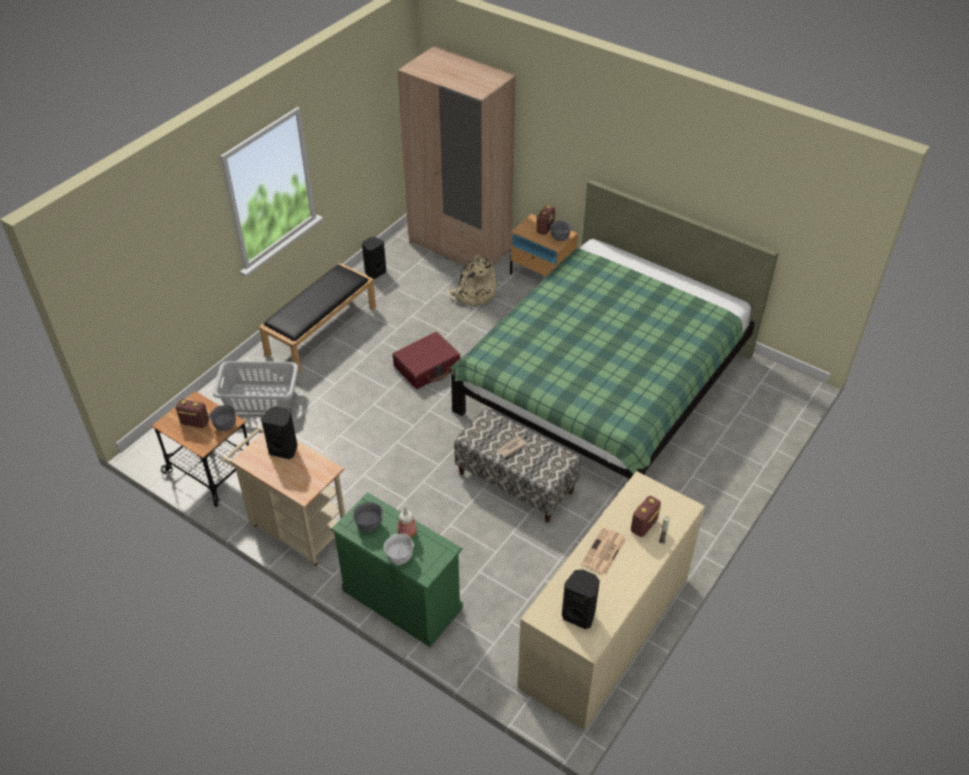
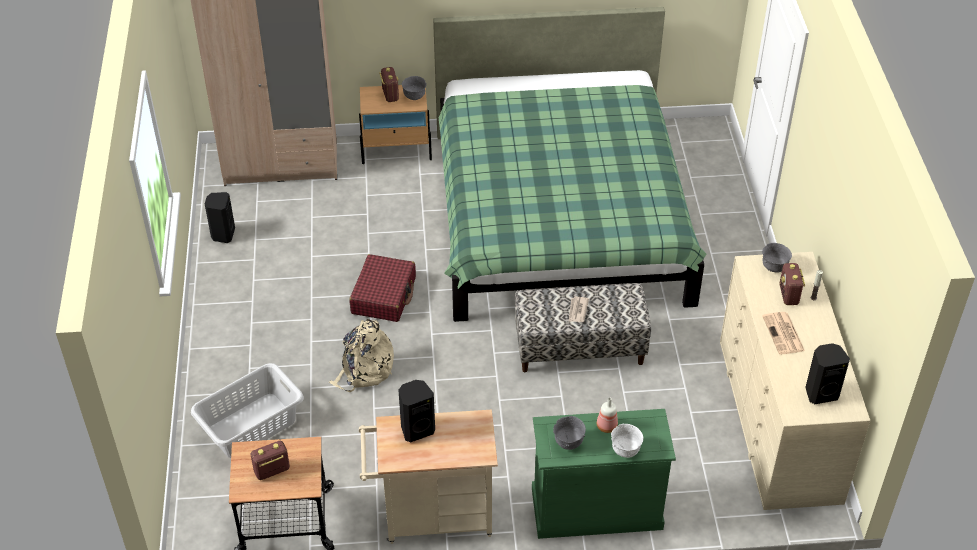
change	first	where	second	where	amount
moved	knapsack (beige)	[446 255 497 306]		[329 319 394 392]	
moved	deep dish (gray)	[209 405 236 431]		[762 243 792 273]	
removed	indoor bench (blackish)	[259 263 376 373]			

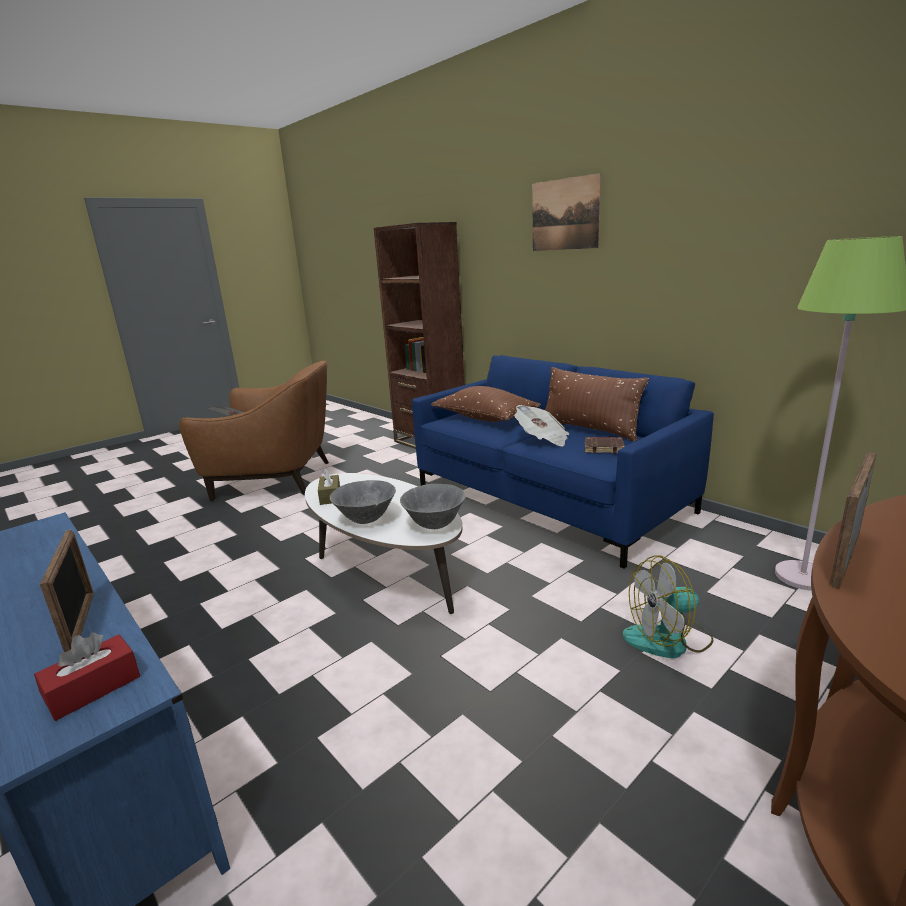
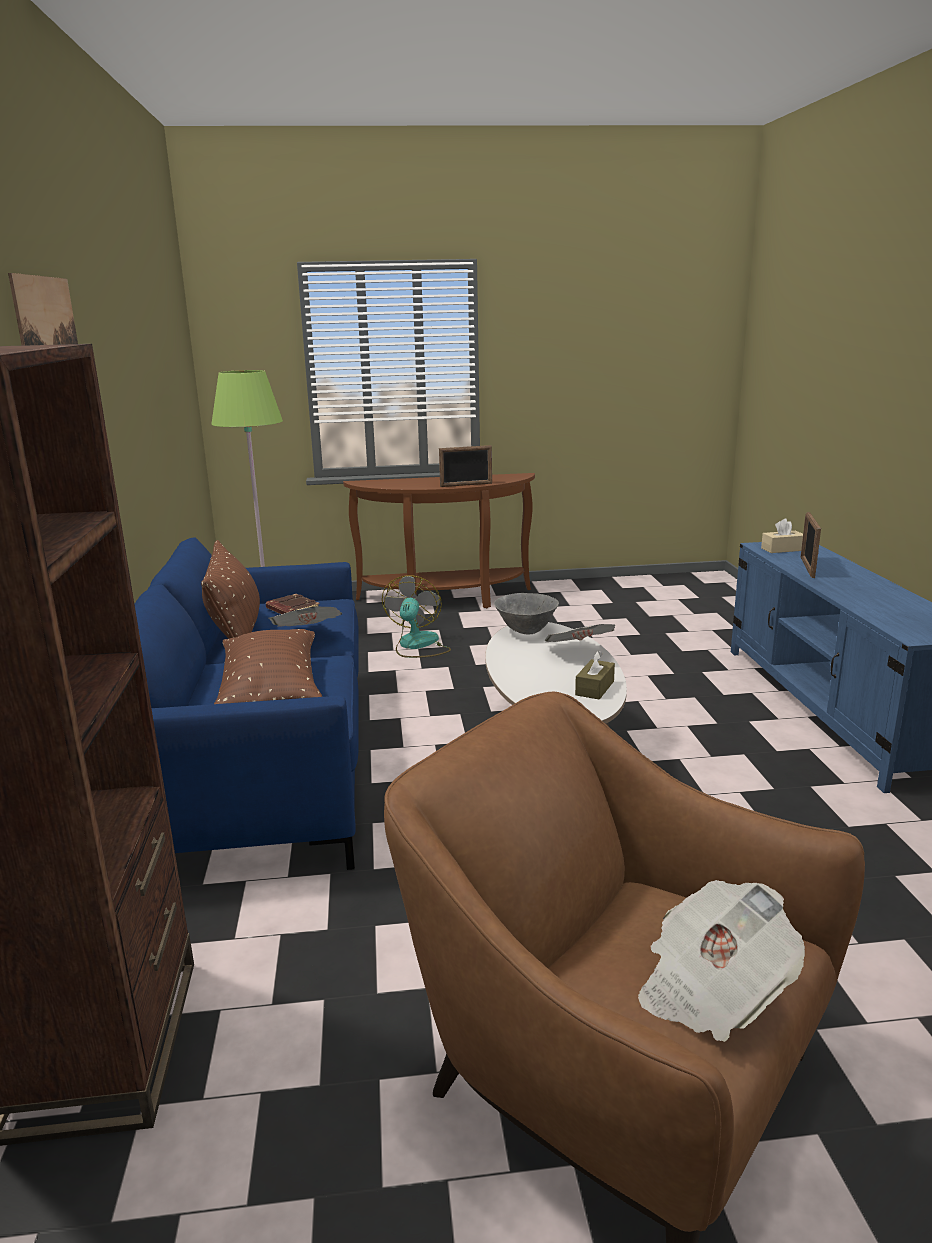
change	first	where	second	where	amount
turned	cooling fan	[623 555 713 658]		[382 575 451 658]	105 degrees counterclockwise
replaced	deep dish (gray)	[330 480 396 524]	daily paper	[545 624 615 642]	
recoloured	box of tissues (red)	[34 632 140 721]	box of tissues (beige)	[761 518 803 553]	

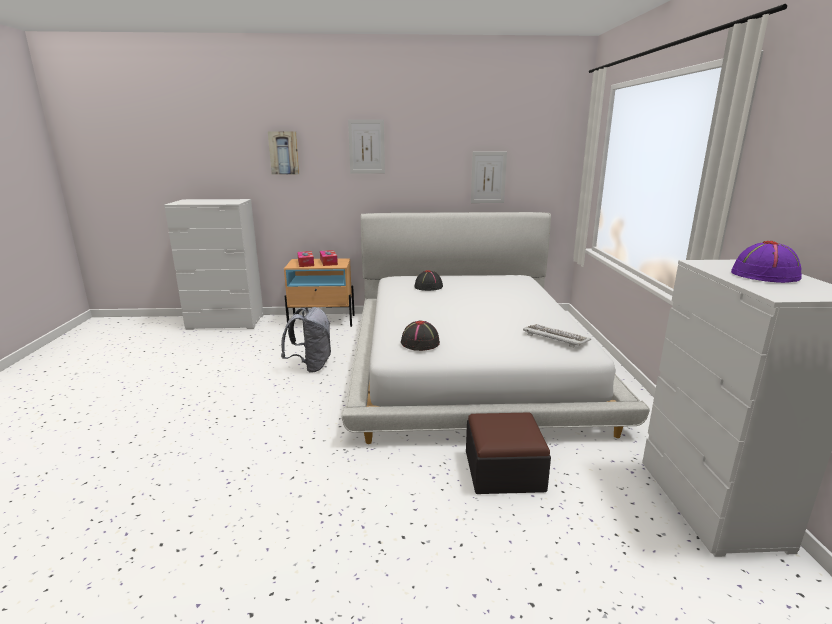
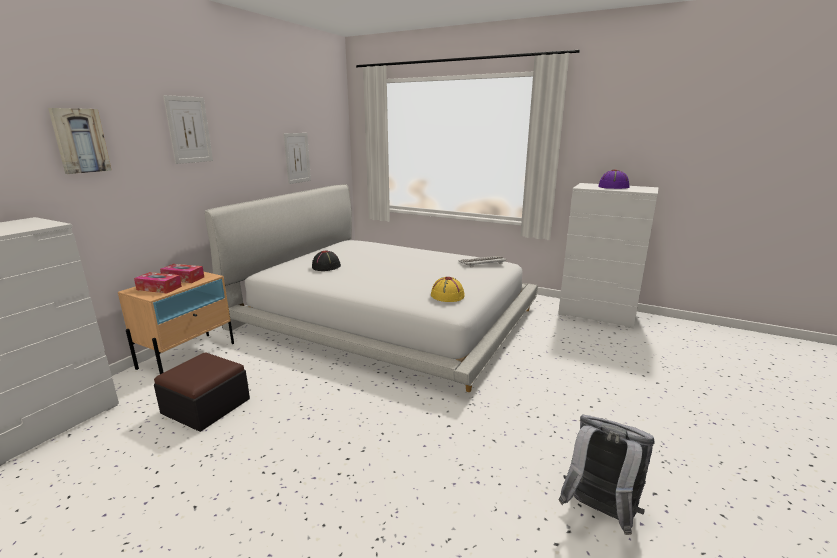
change	first	where	second	where	amount
moved	pouffe	[466 413 551 494]		[154 352 250 432]	
recoloured	hat (blackish)	[401 320 440 351]	hat (yellow)	[431 277 465 302]	
moved	knapsack (gray)	[281 307 331 373]		[559 415 655 535]	

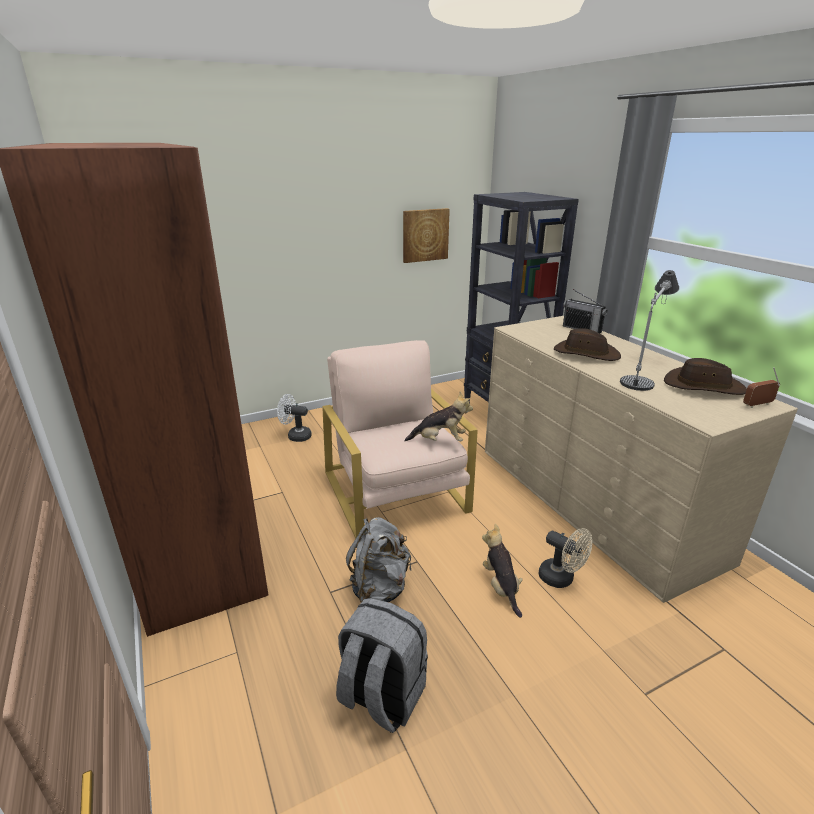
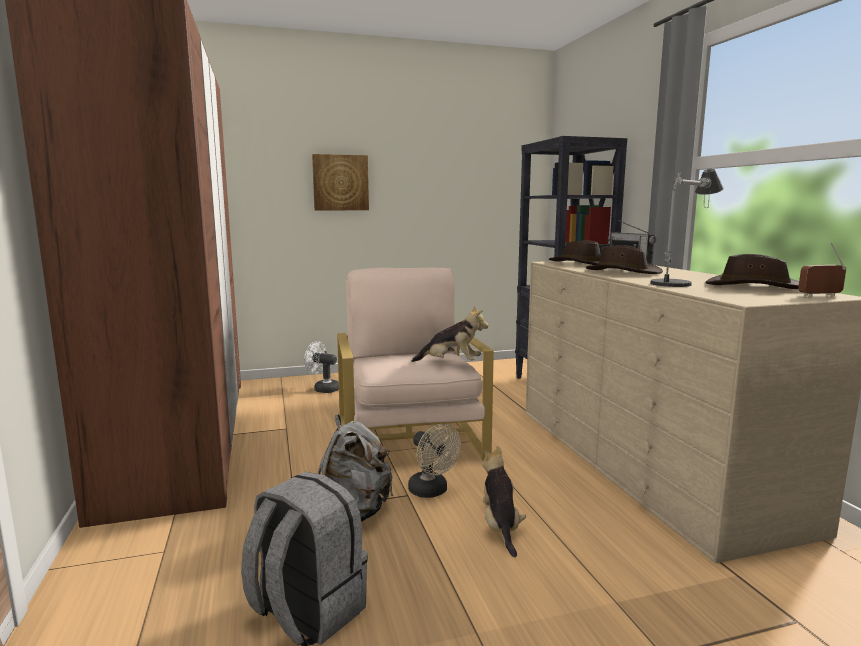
change	first	where	second	where	amount
moved	wall art	[403 208 450 263]		[312 154 369 210]	
moved	cooling fan (beige)	[539 528 592 588]		[408 424 461 498]	
added			hat (brown-coloured)	[549 241 601 265]	

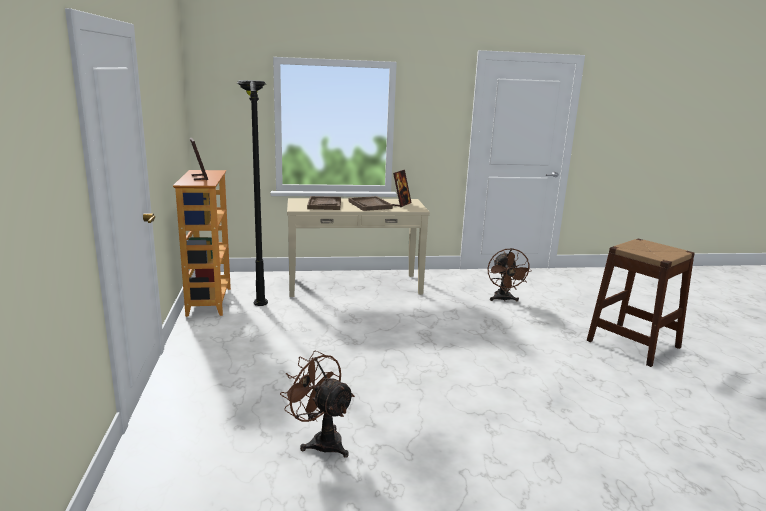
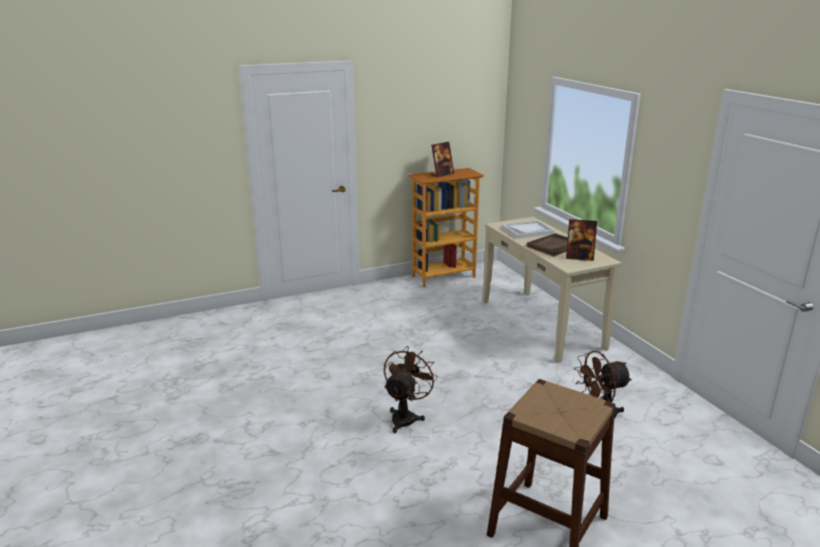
change	first	where	second	where	amount
moved	cooling fan (brown-coloured)	[280 350 355 458]		[384 346 438 433]	
recoloured	tray (brown-coloured)	[307 196 341 210]	tray (white)	[502 220 554 239]	
removed	standard lamp (blackish)	[237 80 268 306]			

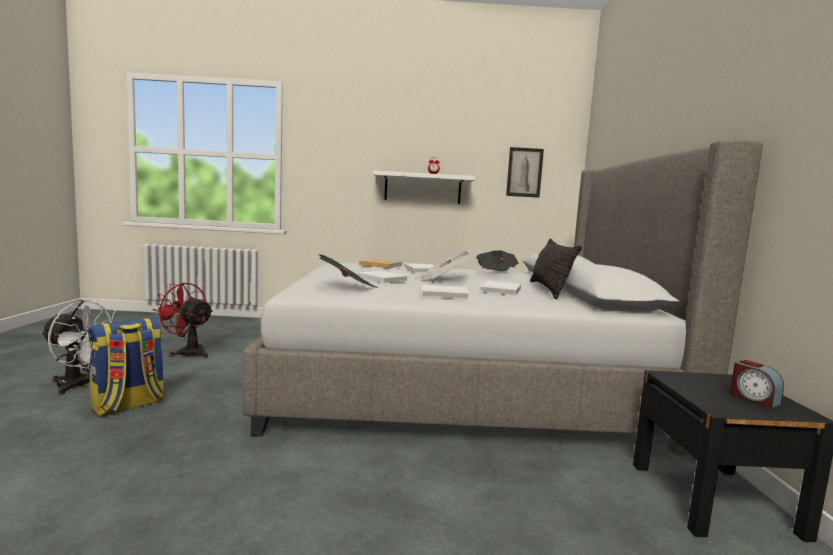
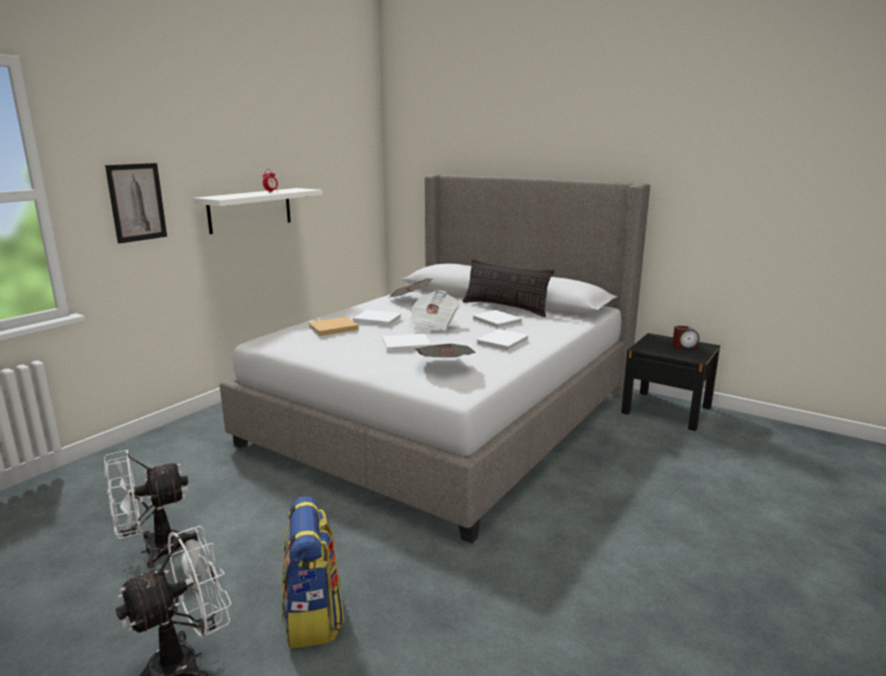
change	first	where	second	where	amount
recoloured	cooling fan (red)	[152 283 213 358]	cooling fan (white)	[104 450 200 568]	
moved	wall art	[506 147 544 198]		[105 163 167 243]	

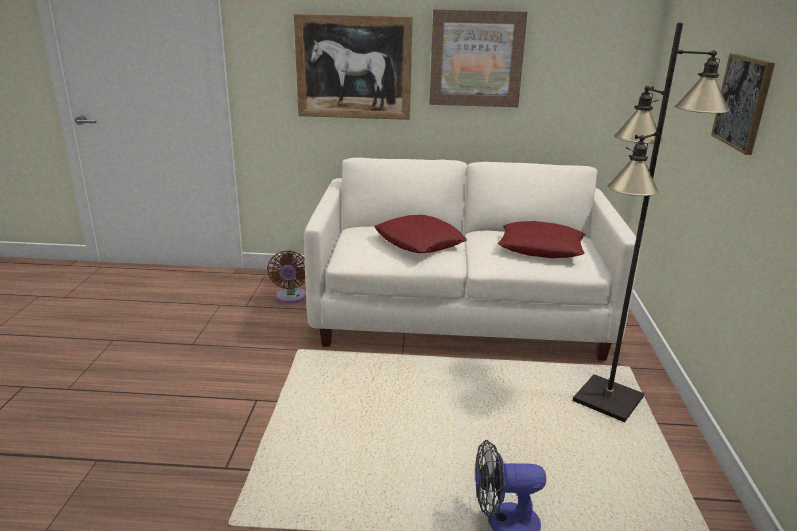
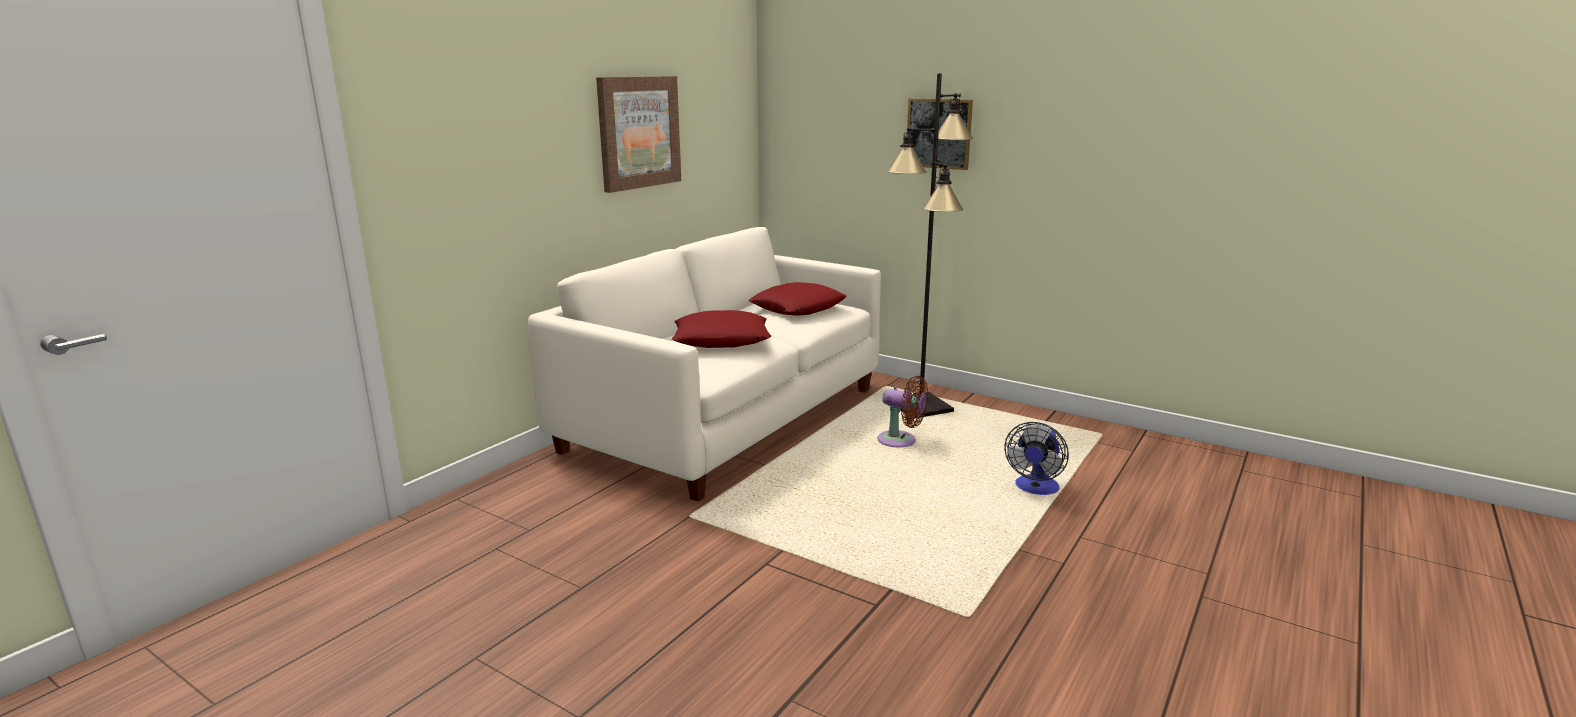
change	first	where	second	where	amount
moved	cooling fan (brown-coloured)	[267 250 306 303]		[877 376 928 447]	
removed	wall art	[294 14 413 120]			

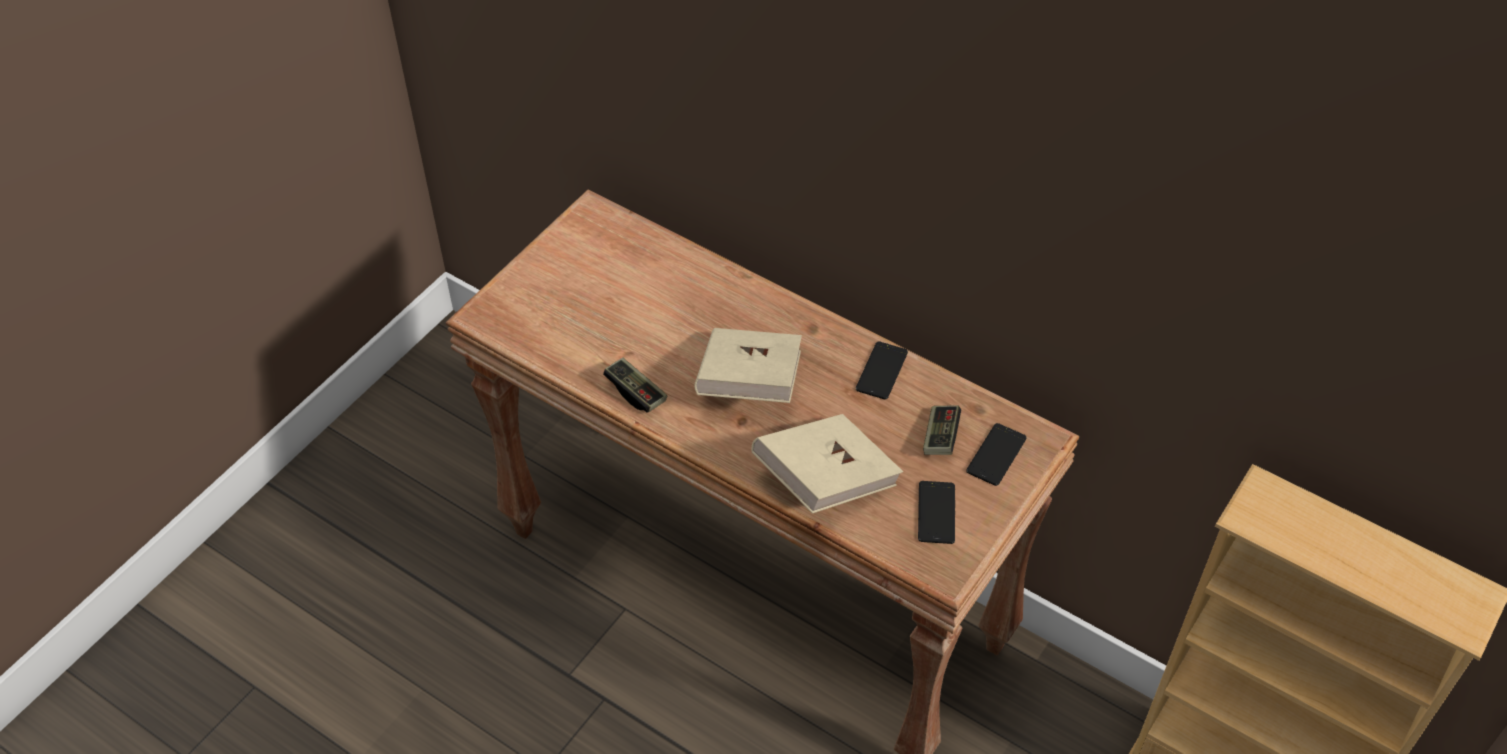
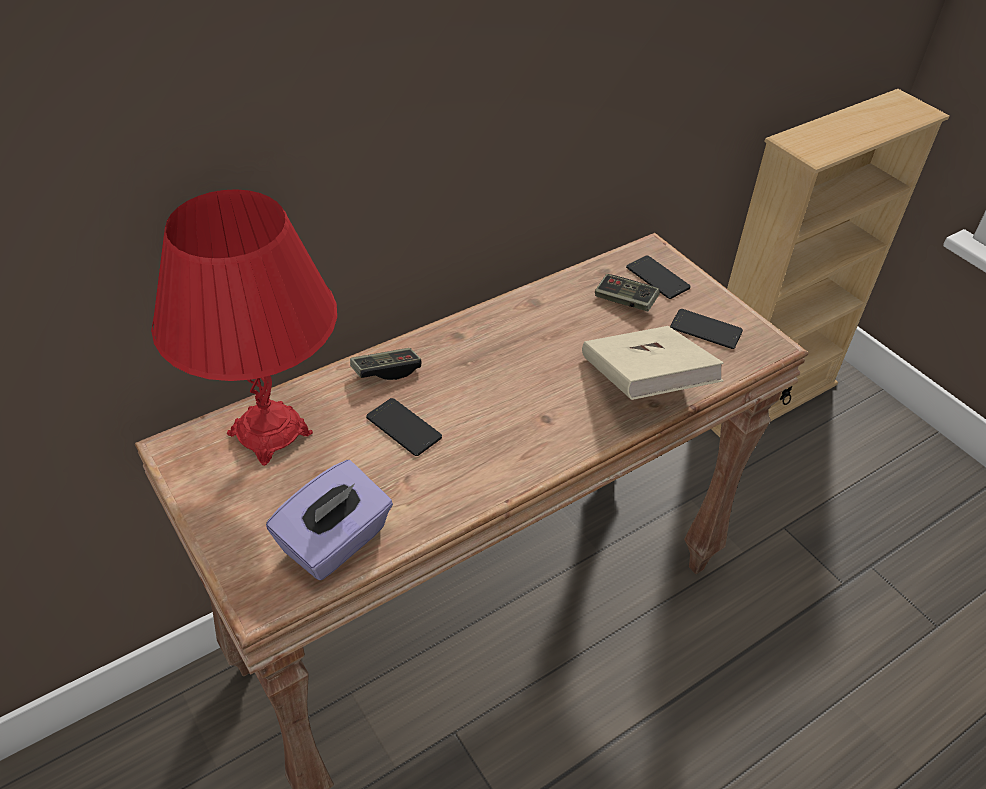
change	first	where	second	where	amount
added			table lamp (red)	[151 189 337 466]	
added			box of tissues (purple)	[266 460 393 580]	
moved	game controller	[603 358 667 412]		[350 348 421 380]	
moved	handset	[856 341 908 399]		[366 398 442 456]	
removed	book (beige)	[694 328 802 403]			

